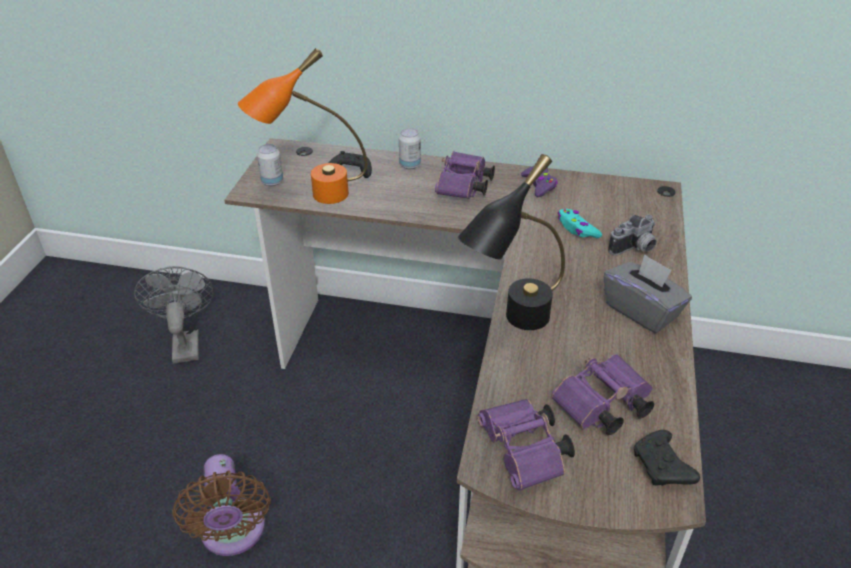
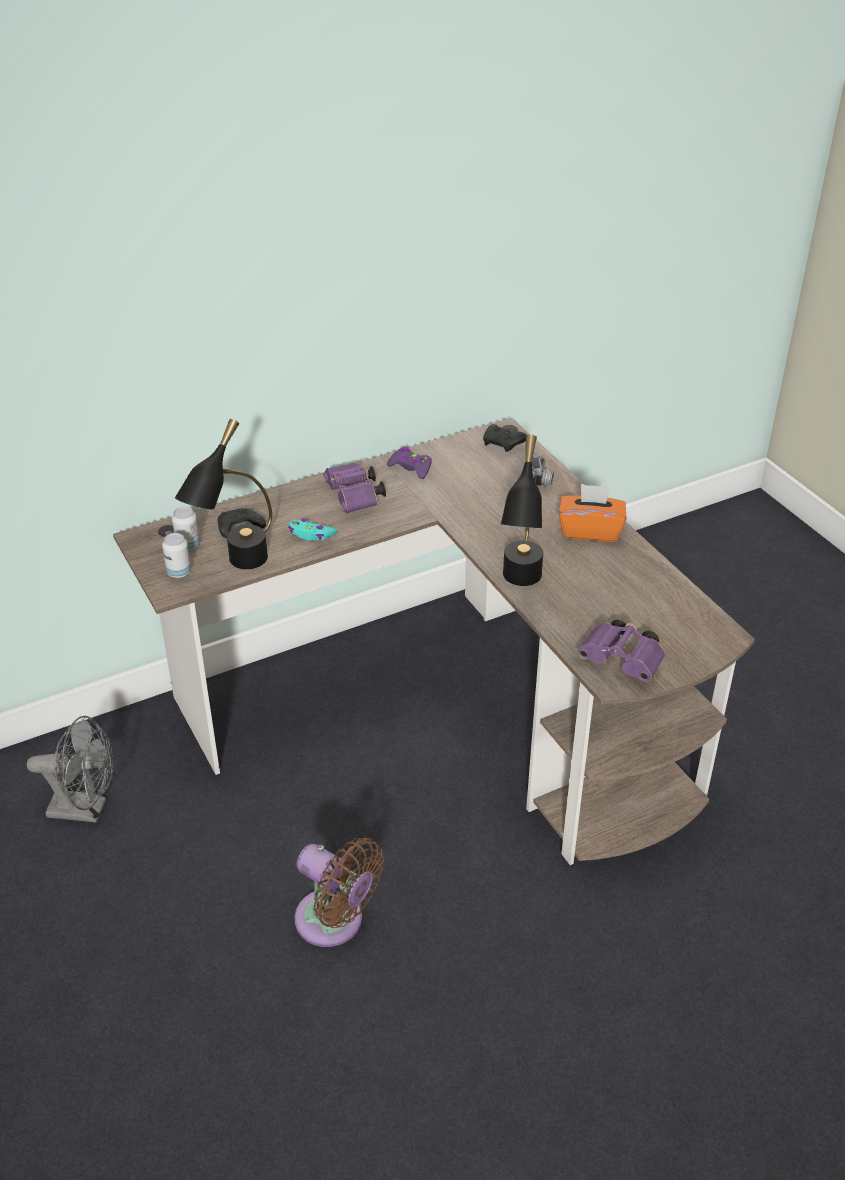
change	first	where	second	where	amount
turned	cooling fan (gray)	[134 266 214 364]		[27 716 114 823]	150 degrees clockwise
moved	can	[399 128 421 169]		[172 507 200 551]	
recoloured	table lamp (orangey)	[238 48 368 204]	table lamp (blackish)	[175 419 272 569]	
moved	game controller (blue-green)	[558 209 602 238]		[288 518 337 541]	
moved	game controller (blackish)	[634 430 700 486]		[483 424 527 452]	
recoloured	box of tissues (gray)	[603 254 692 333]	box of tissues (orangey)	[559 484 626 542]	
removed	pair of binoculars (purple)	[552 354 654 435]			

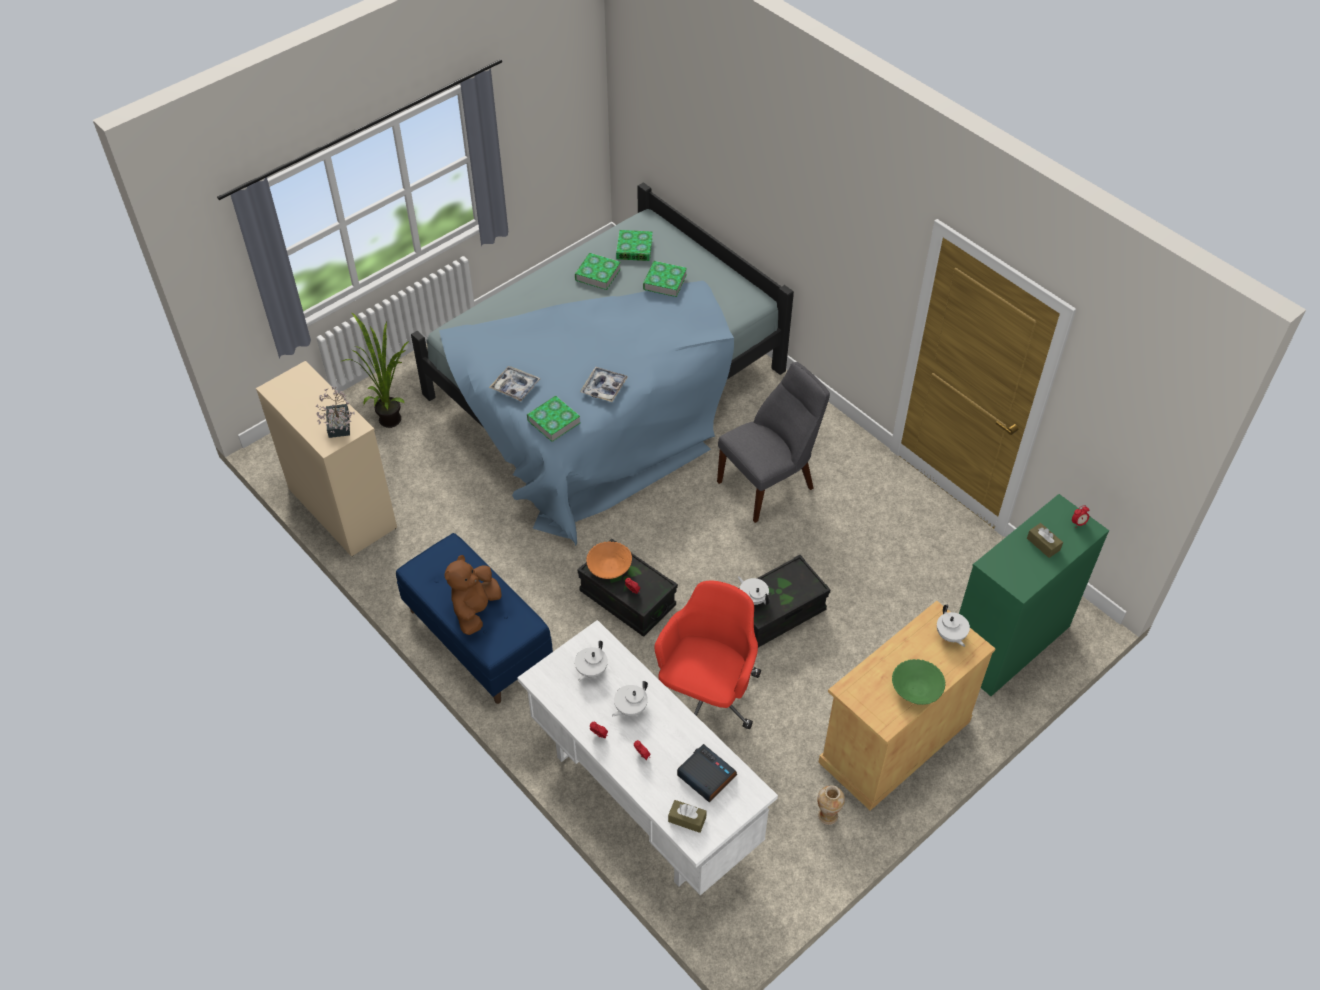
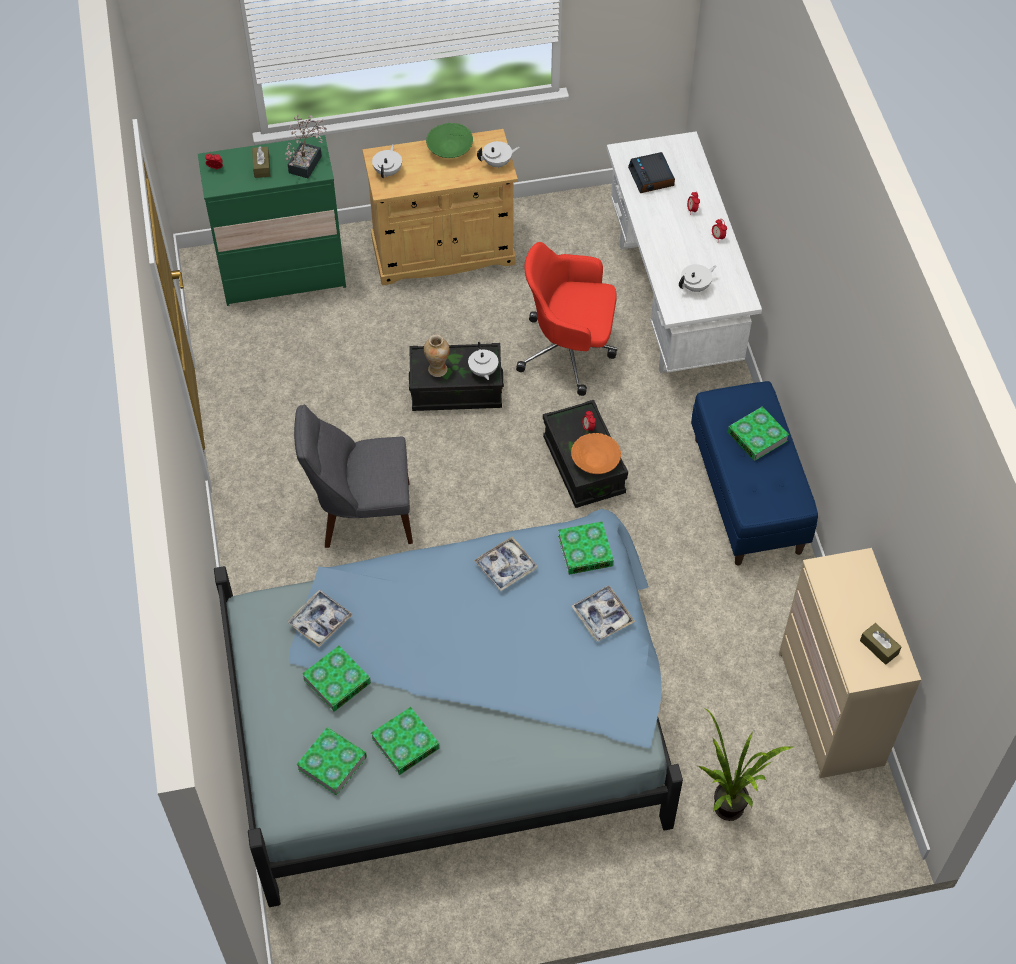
change	first	where	second	where	amount
moved	plant in a pot	[316 386 355 438]		[285 114 327 178]	
added			tray	[287 590 352 647]	
moved	vase	[817 785 845 825]		[424 334 449 377]	
moved	pot for tea (white)	[612 681 648 716]		[477 141 520 169]	
turned	computer chair (red)	[655 581 761 730]		[516 242 617 396]	45 degrees clockwise
replaced	cuddly toy (brown-coloured)	[444 555 502 635]	book	[728 406 789 461]	
moved	box of tissues (brown-coloured)	[668 800 707 833]		[860 623 901 665]	

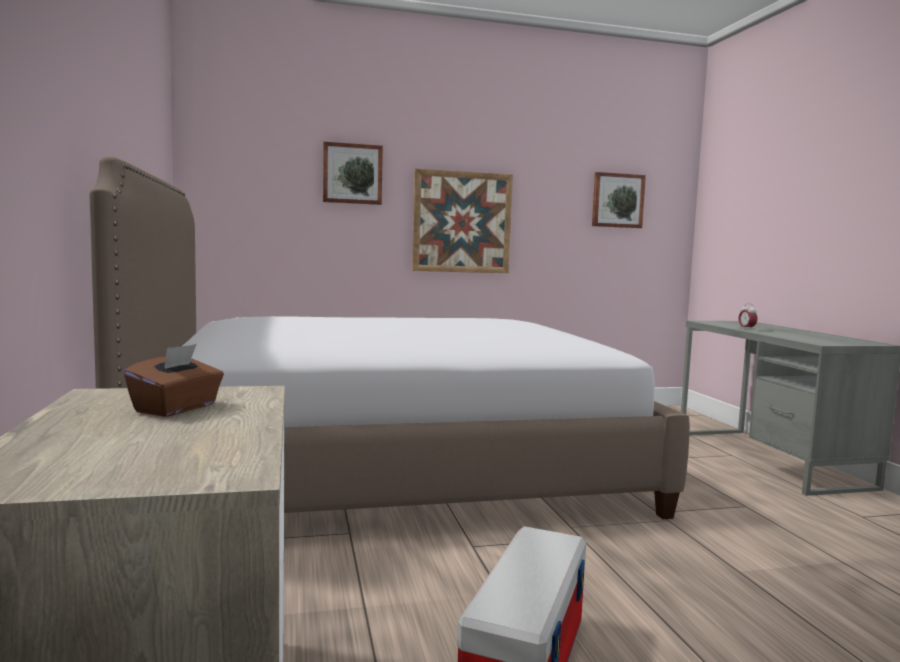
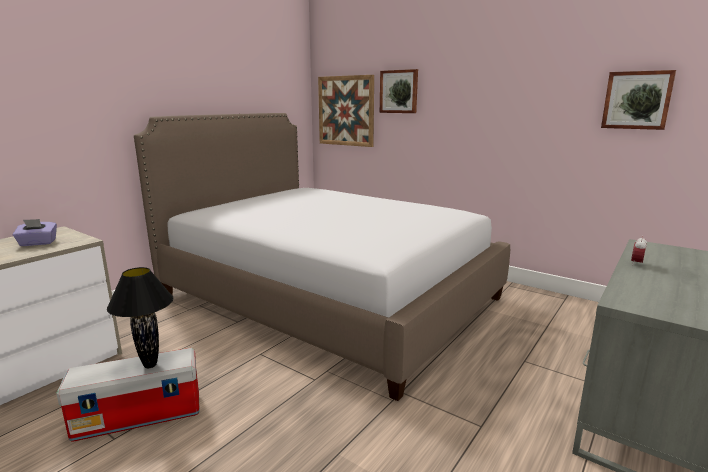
change	first	where	second	where	amount
recoloured	box of tissues (brown-coloured)	[124 344 224 417]	box of tissues (purple)	[13 219 57 246]	
added			table lamp (blackish)	[107 267 173 368]	
moved	wall art	[412 168 513 273]		[318 75 374 147]	

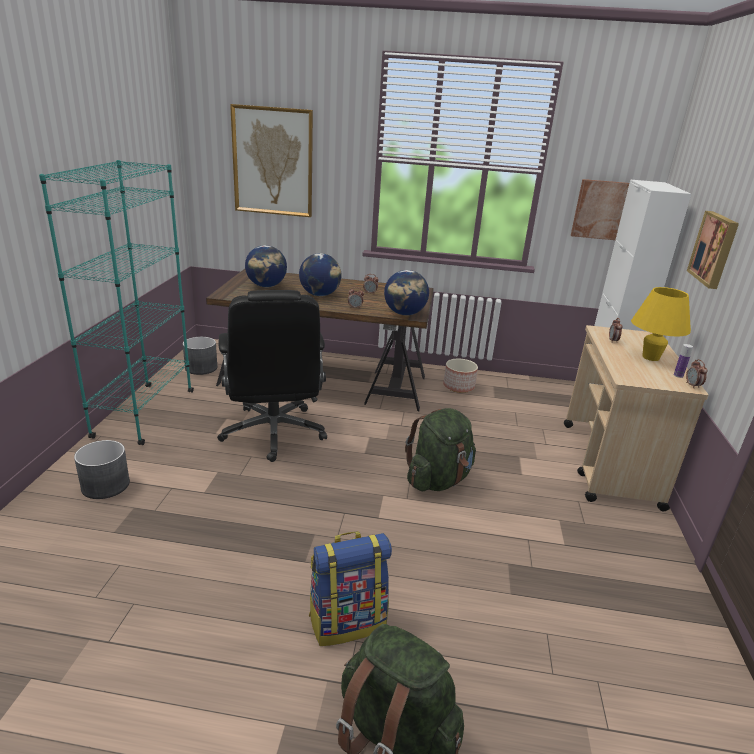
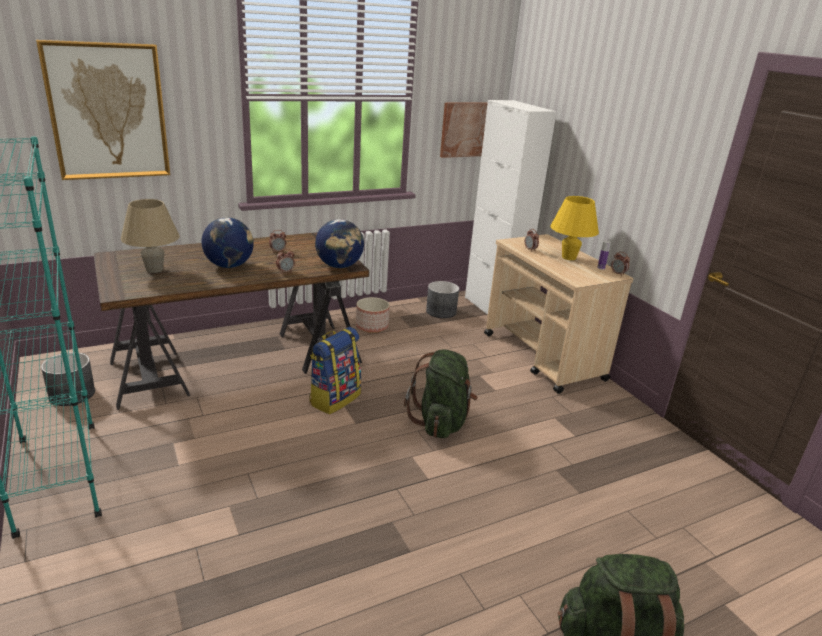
change	first	where	second	where	amount
replaced	world globe	[245 245 287 287]	table lamp (beige)	[121 199 180 273]	
moved	knapsack	[309 531 392 646]		[309 327 361 415]	
moved	planter (gray)	[74 440 130 499]		[426 281 459 318]	
removed	computer chair (blackish)	[217 290 327 462]			
removed	wall art	[687 211 739 289]			

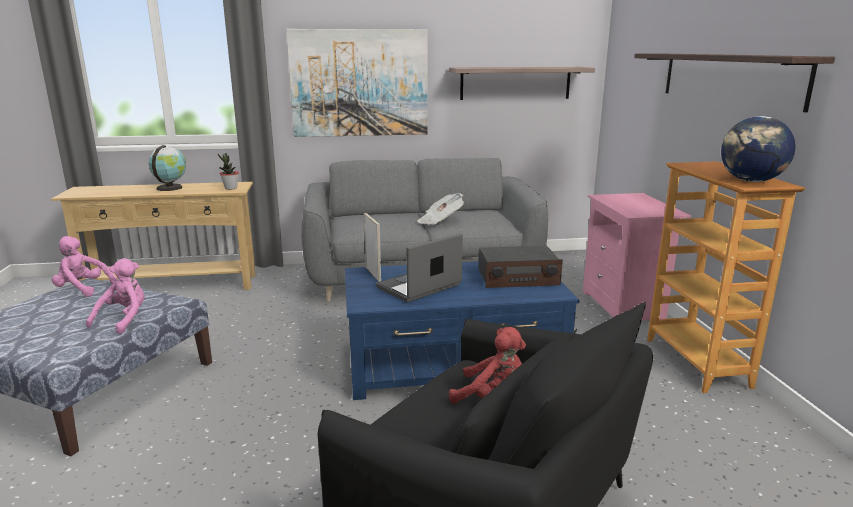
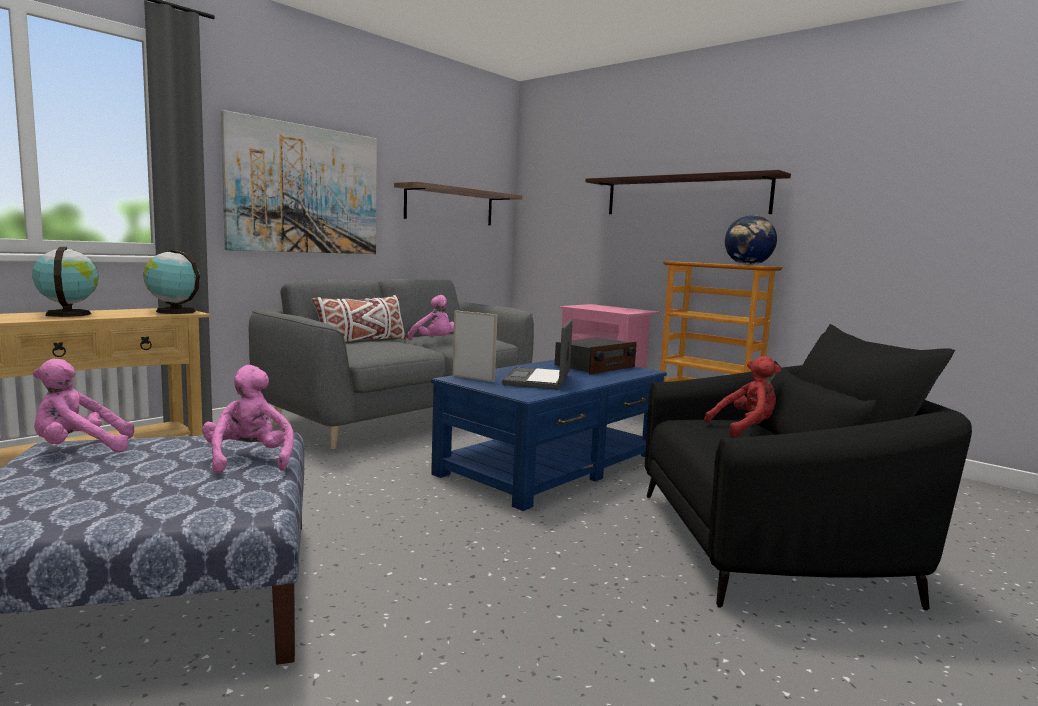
change	first	where	second	where	amount
replaced	plant in a pot	[218 153 239 190]	world globe	[143 250 200 314]	
added			cushion (white)	[312 295 407 342]	
replaced	daily paper	[417 193 464 225]	cuddly toy (pinkish)	[408 295 454 340]	

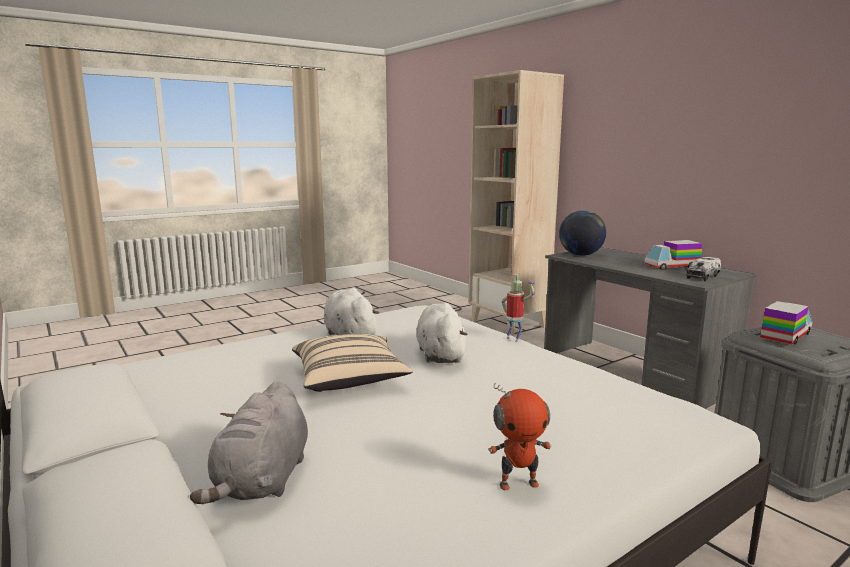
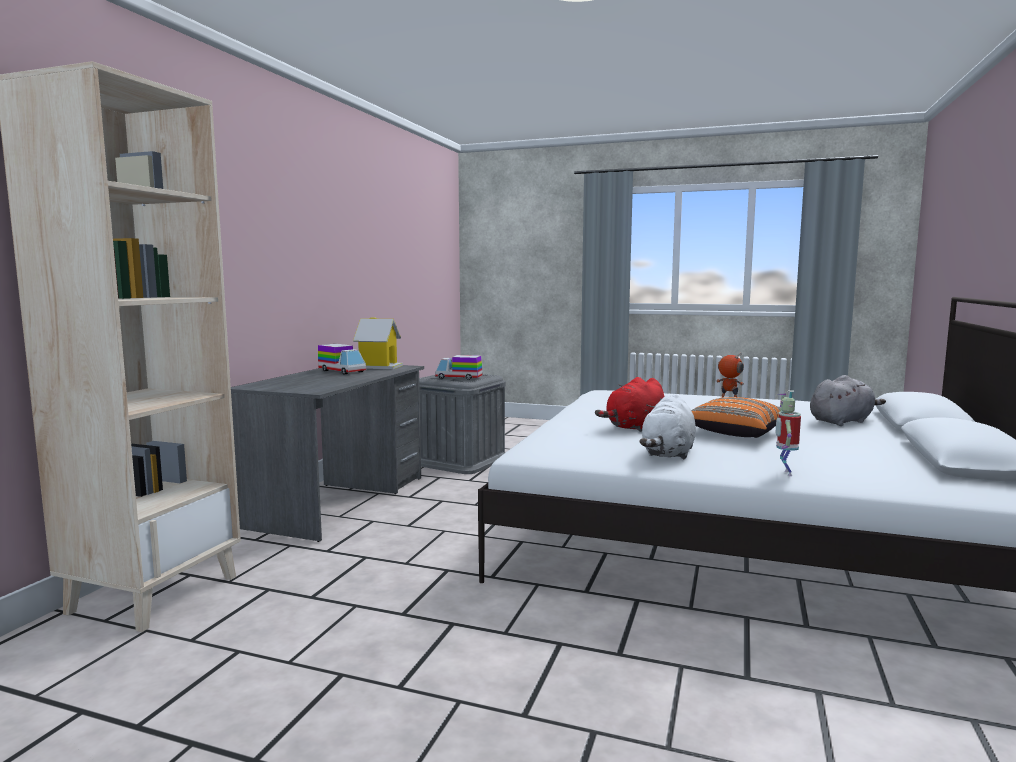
change	first	where	second	where	amount
replaced	model truck	[686 257 721 281]	miniature house	[353 318 403 369]	
recoloured	cuddly toy (white)	[416 303 467 363]	cuddly toy (red)	[595 377 664 432]	
recoloured	cushion (beige)	[292 334 413 392]	cushion (orangey)	[691 397 789 438]	
moved	model robot	[501 274 535 342]		[775 390 801 476]	
removed	world globe	[559 210 606 256]			

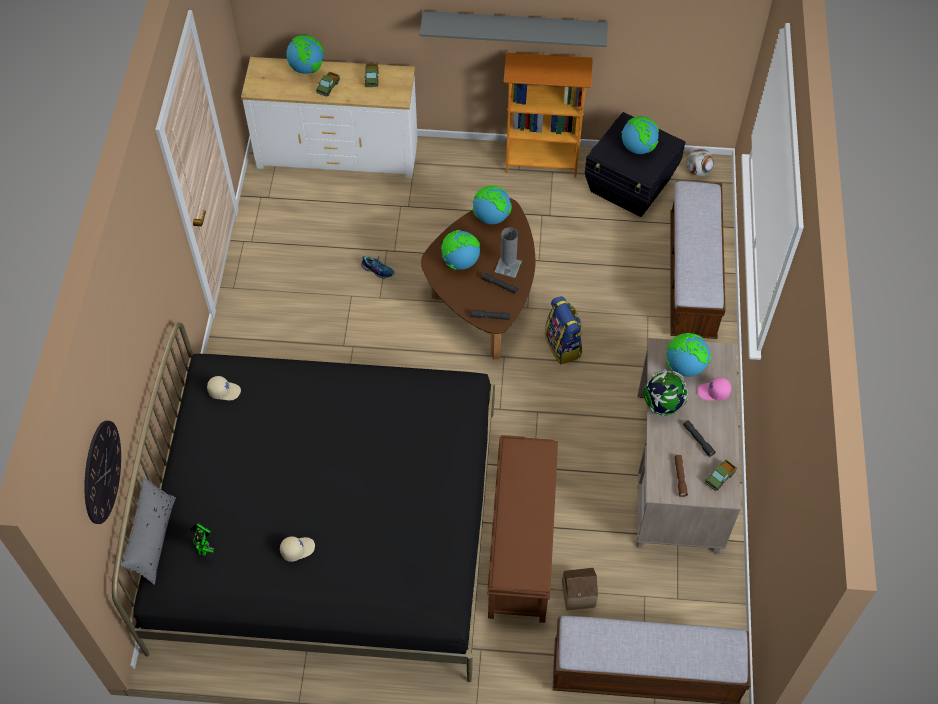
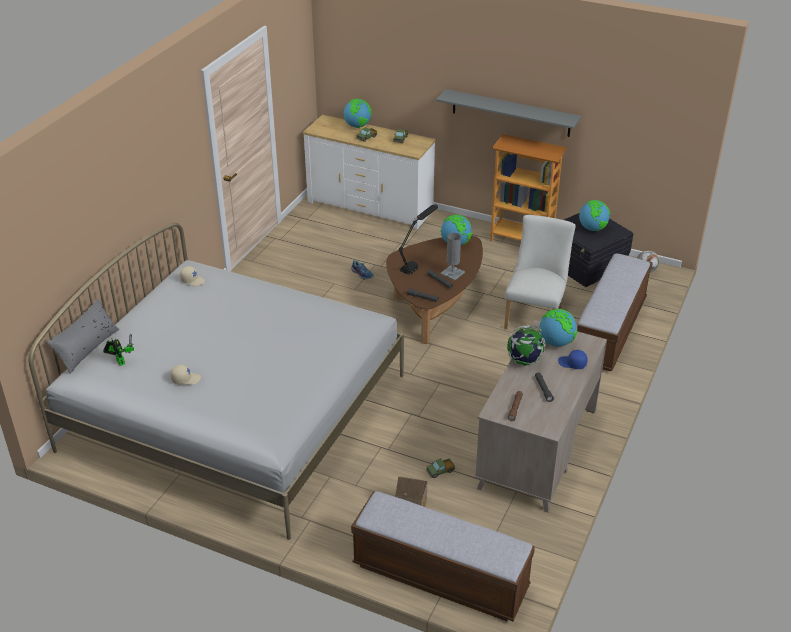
change	first	where	second	where	amount
recoloured	bedroom bed (blackish)	[112 322 495 682]	bedroom bed (white)	[29 223 404 540]	
turned	model robot	[191 523 214 556]		[103 334 134 366]	60 degrees counterclockwise
replaced	world globe	[441 230 480 270]	table lamp (blackish)	[399 205 438 275]	
moved	model truck	[705 460 737 491]		[426 458 455 478]	
added			plain chair (white)	[504 215 576 329]	
recoloured	peaked cap (pinkish)	[697 377 731 401]	peaked cap (bluish)	[558 350 587 369]	
removed	hanging clock	[84 421 121 524]			
removed	indoor bench (brown-coloured)	[487 435 558 623]			
removed	knapsack	[545 296 583 364]			

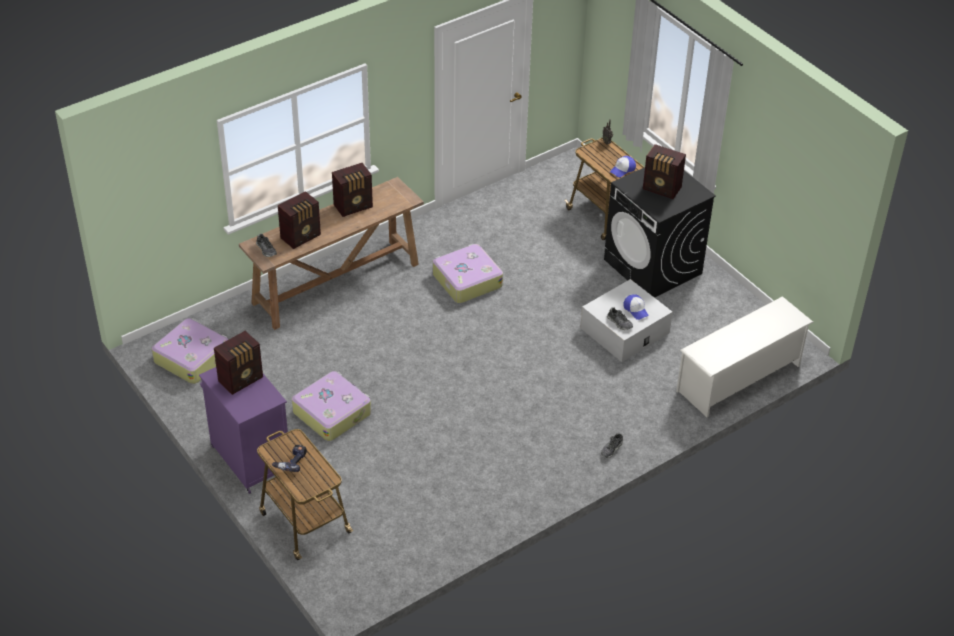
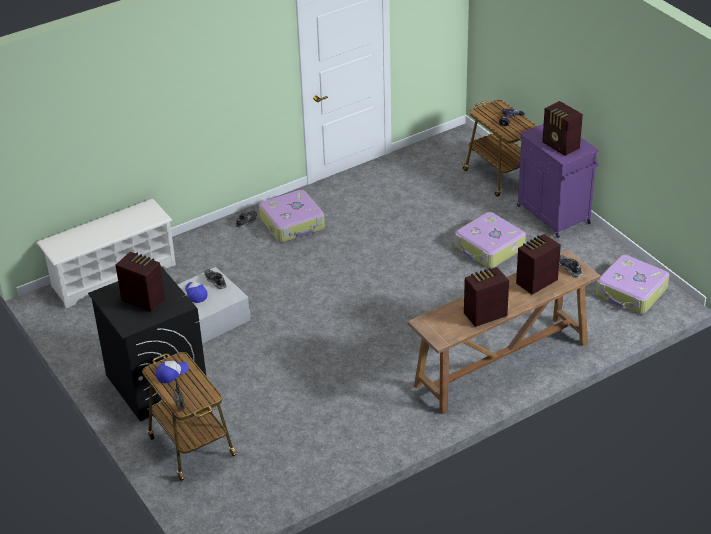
change	first	where	second	where	amount
moved	travel case	[433 244 503 303]		[259 190 325 242]	
turned	radio	[214 331 263 395]		[542 101 583 156]	90 degrees counterclockwise

